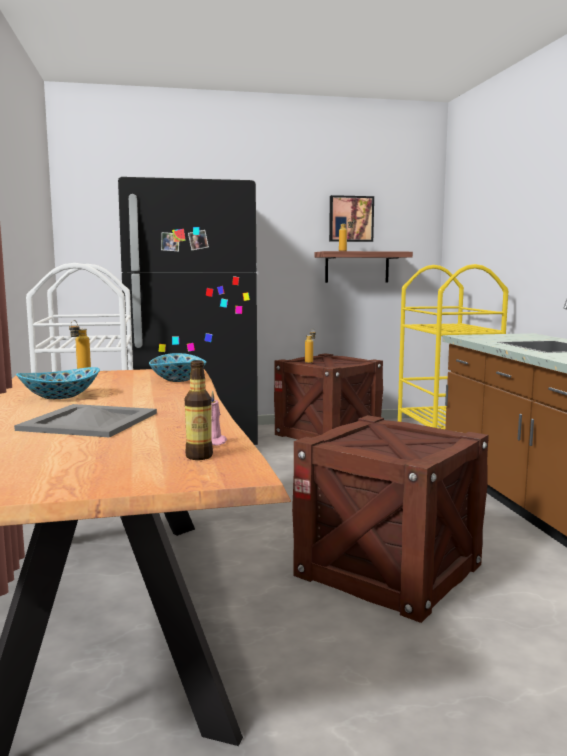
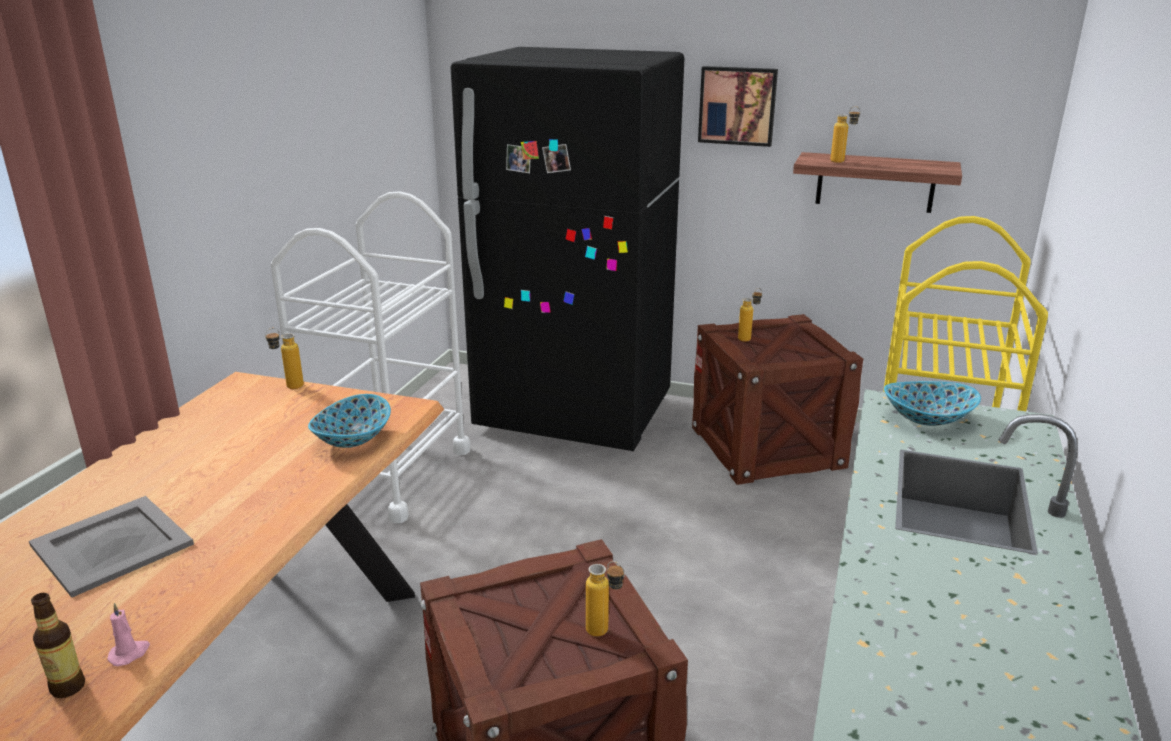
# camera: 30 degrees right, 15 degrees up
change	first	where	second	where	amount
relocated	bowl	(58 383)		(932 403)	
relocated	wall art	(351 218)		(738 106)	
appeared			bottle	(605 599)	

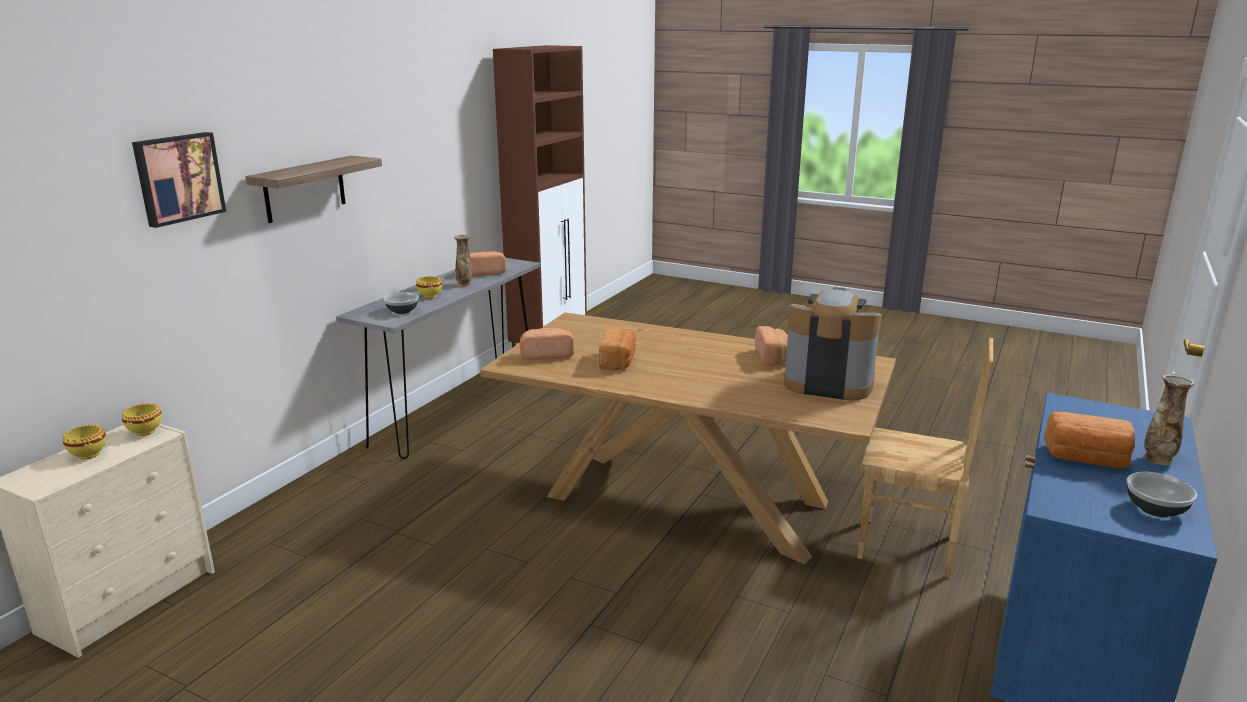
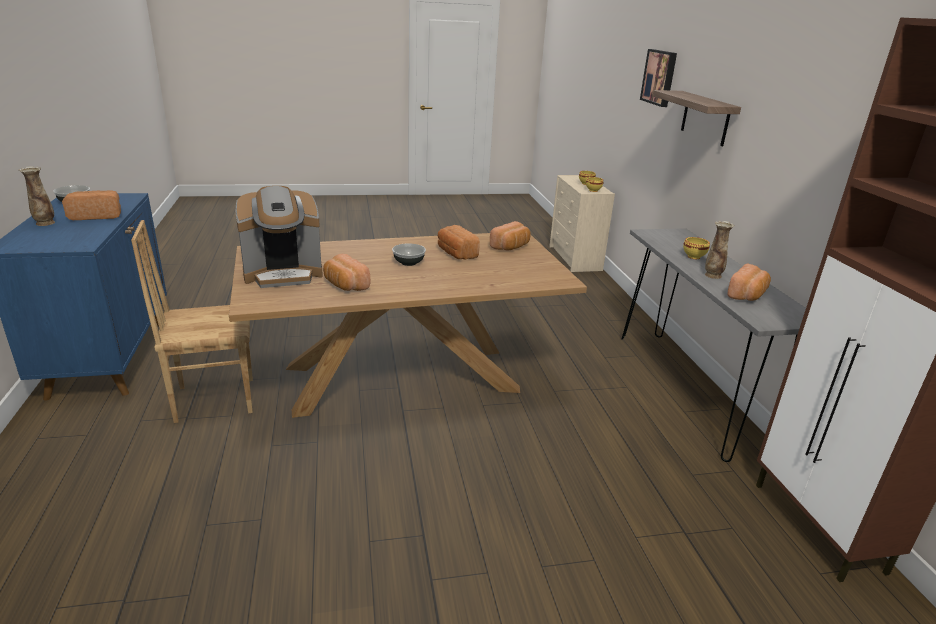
# camera: 140 degrees right, 5 degrees up
change	first	where	second	where	amount
relocated	bowl	(401 303)		(409 254)	

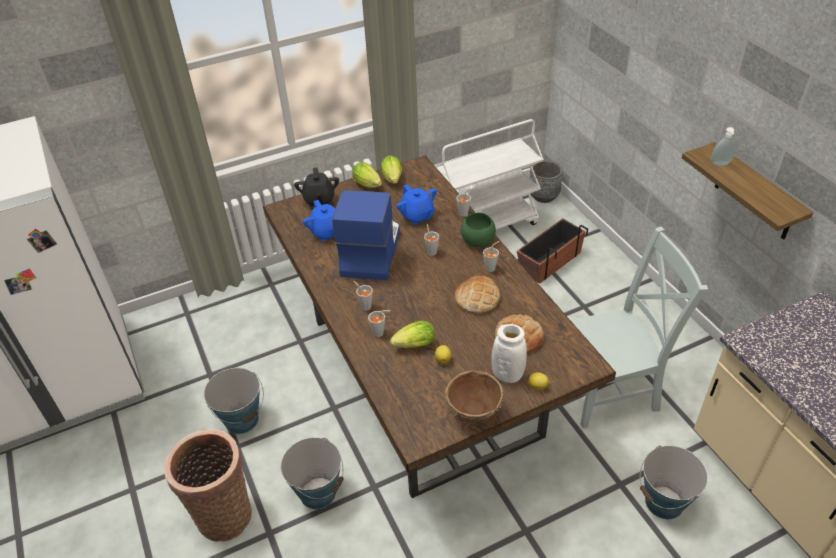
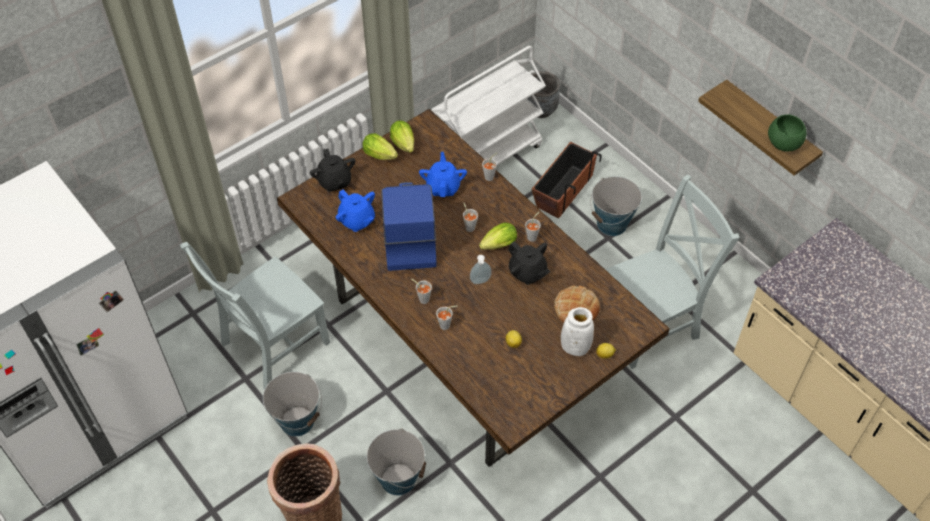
# camera: 15 degrees left, 10 degrees up
change	first	where	second	where	amount
relocated	lettuce head	(412 334)		(498 236)	
spun	blue-coloured pot for tea	(417 204)		(443 174)	135 degrees counterclockwise
missing	brown-coloured bowl	(474 396)			
exchanged	bakery bread	(477 294)	black pot for tea	(529 263)	
relocated	greenish bowl	(478 229)		(787 133)	
relocated	pail	(674 482)		(616 206)	
relocated	soap dispenser	(723 146)		(481 269)	
appeared			grey plain chair	(255 316)	

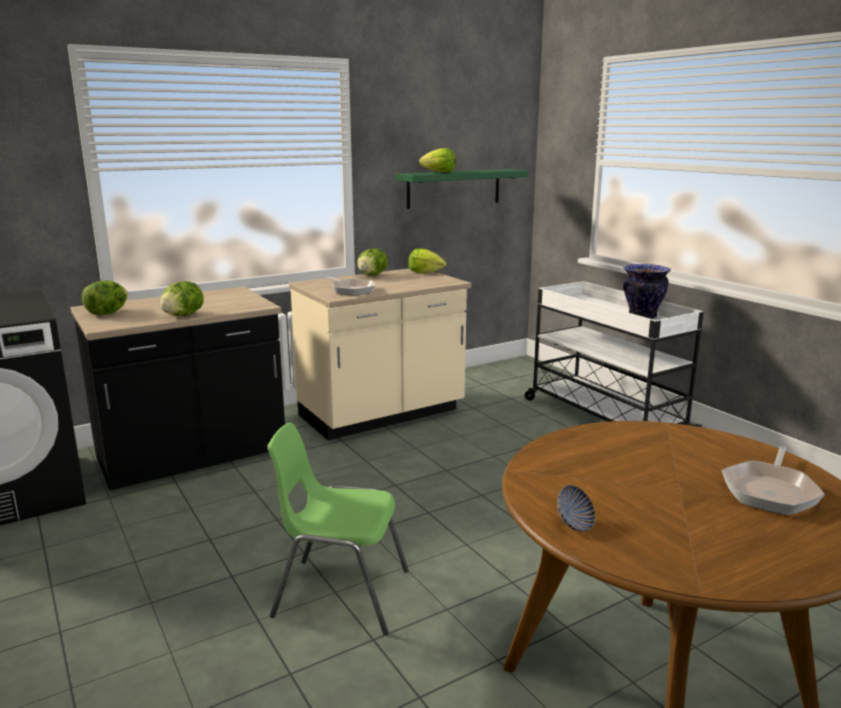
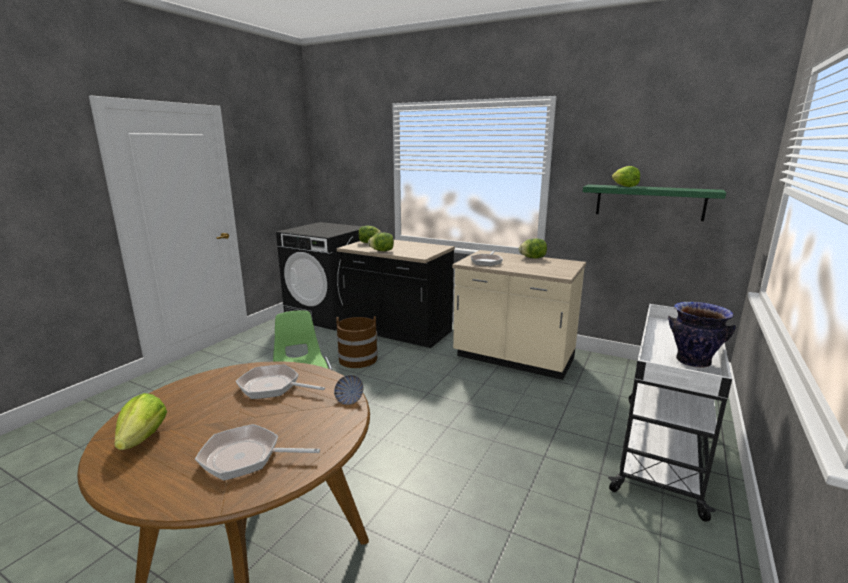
# camera: 60 degrees right, 0 degrees up
change	first	where	second	where	amount
relocated	lettuce head	(427 261)		(140 421)	
relocated	bowl	(576 508)		(348 390)	
appeared			pan	(280 381)	
appeared			brown-coloured pail	(357 342)	

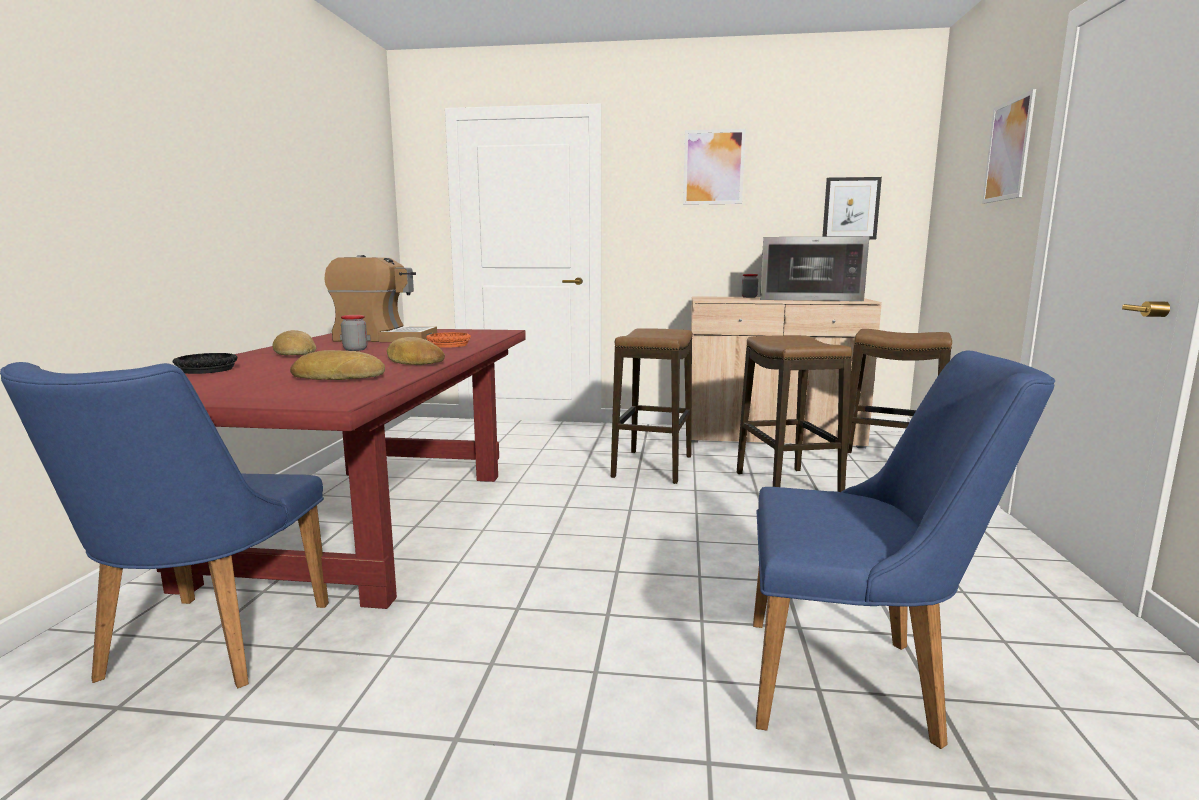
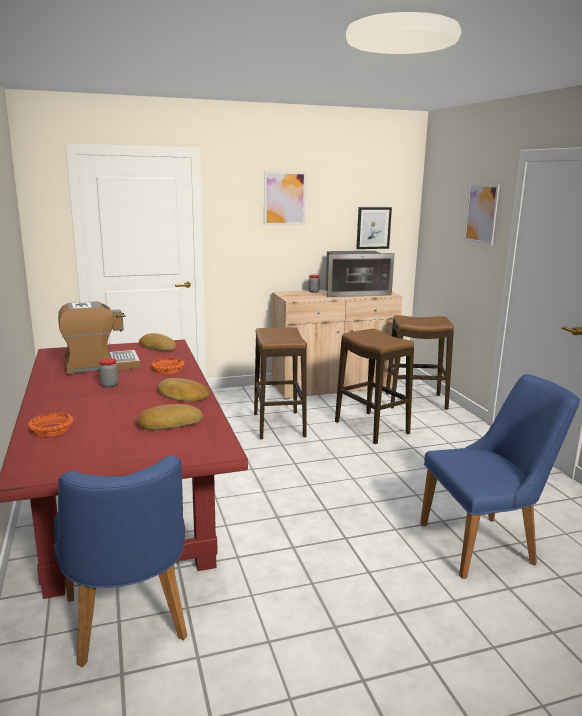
# camera: 25 degrees left, 5 degrees up
change	first	where	second	where	amount
colour	black bowl	(205 363)	orange-coloured bowl	(51 425)	
relocated	bakery bread	(294 342)		(157 342)	

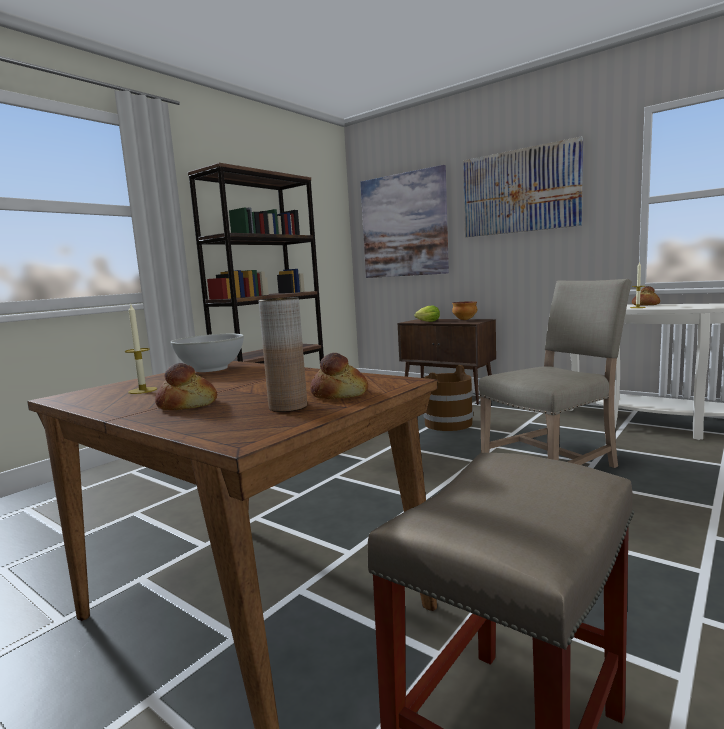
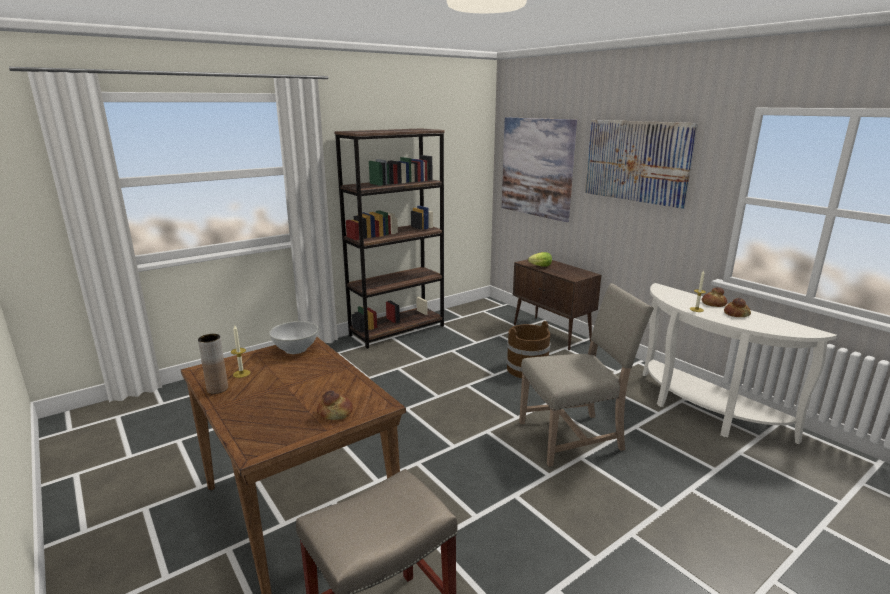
# camera: 15 degrees right, 10 degrees up
change	first	where	second	where	amount
relocated	bakery bread	(186 386)		(737 307)	
relocated	brown-coloured vase	(283 354)		(213 364)	
missing	bowl	(464 310)			

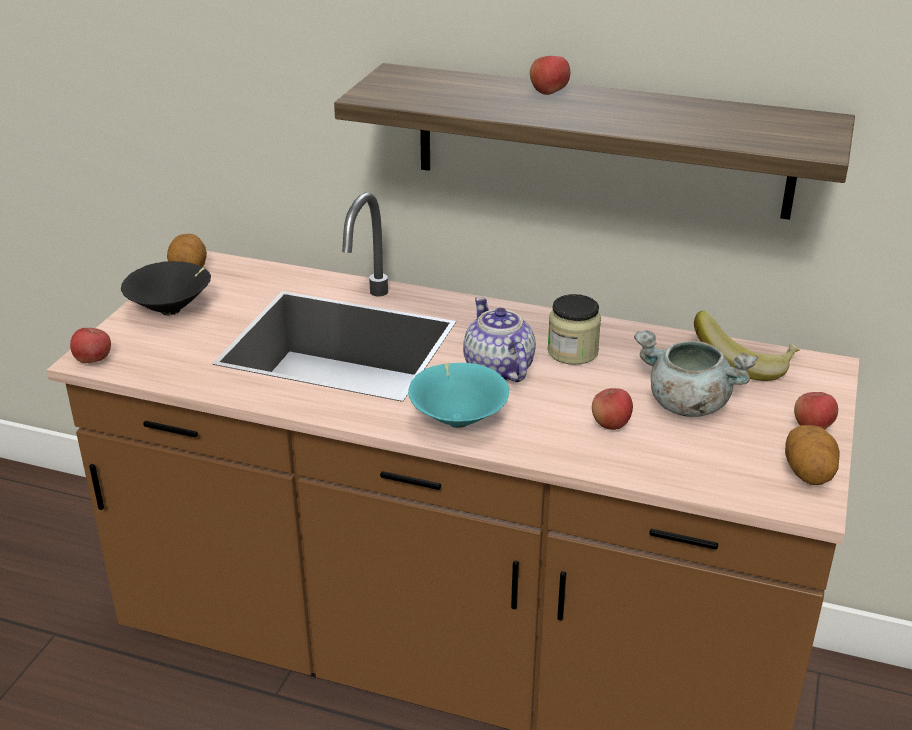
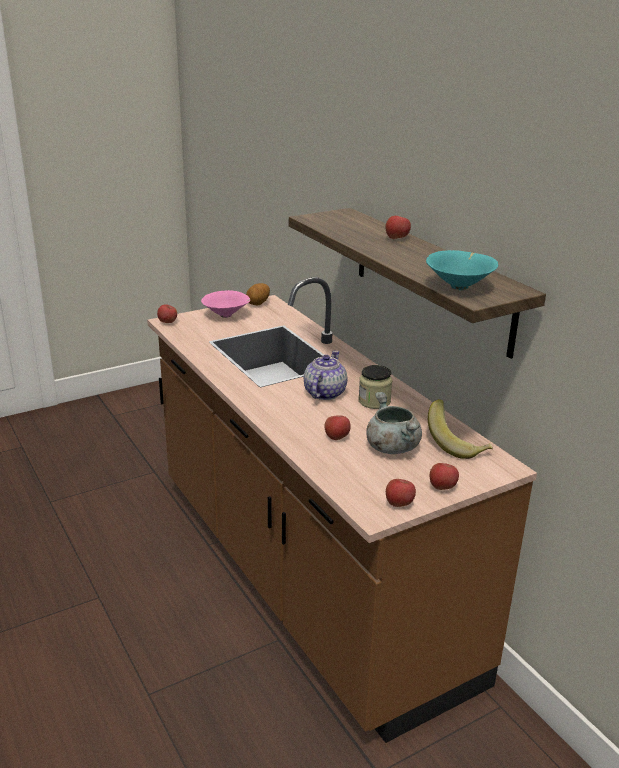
# camera: 40 degrees right, 5 degrees down
change	first	where	second	where	amount
colour	black bowl	(166 288)	pinkish bowl	(225 304)	
relocated	turquoise bowl	(458 395)		(462 270)	
exchanged	spud	(812 455)	whole apple	(401 493)	

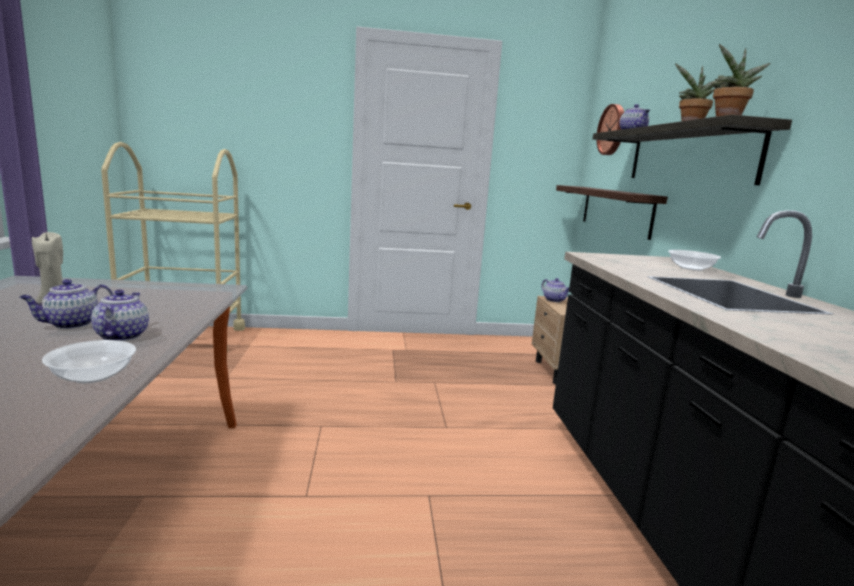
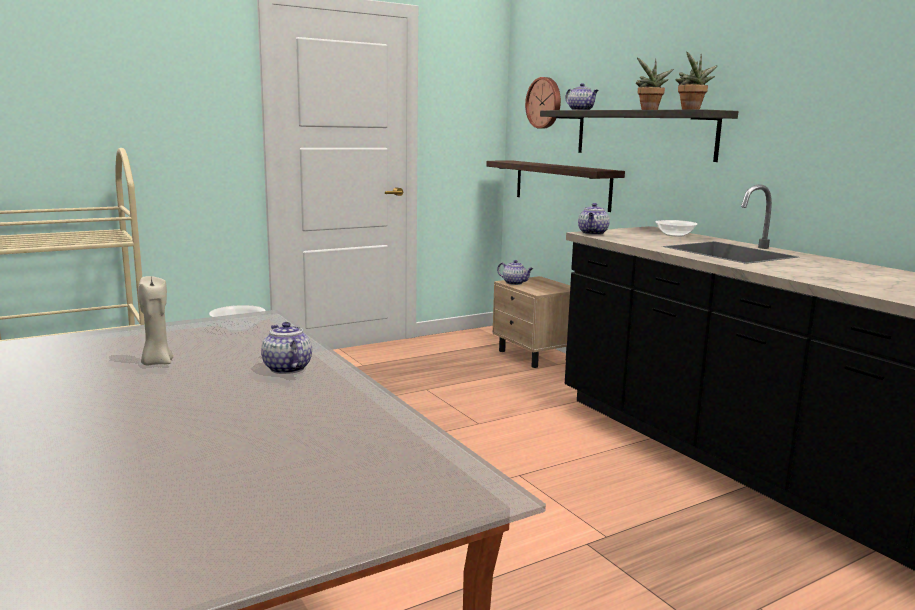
# camera: 25 degrees left, 0 degrees up
change	first	where	second	where	amount
relocated	pot for tea	(66 304)		(594 219)	
relocated	bowl	(89 361)		(237 318)	

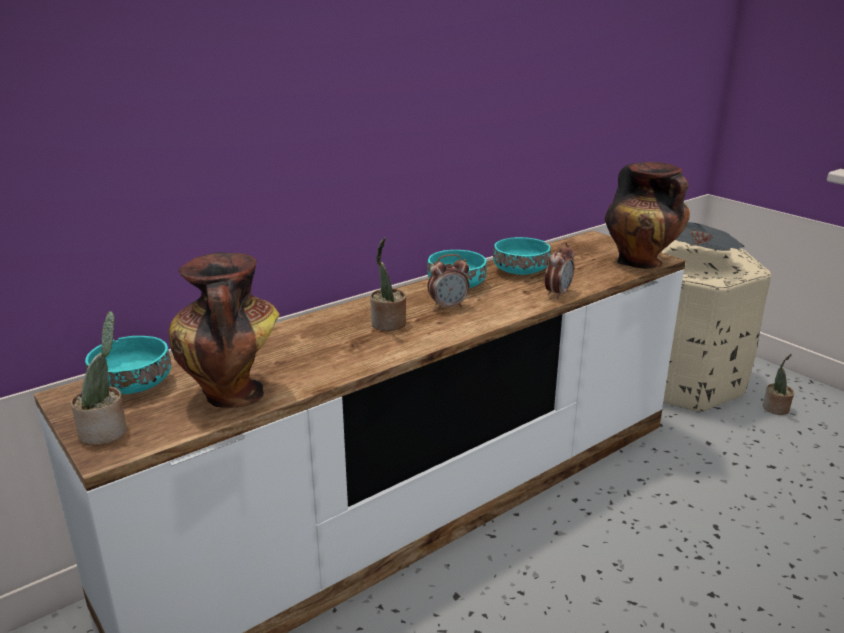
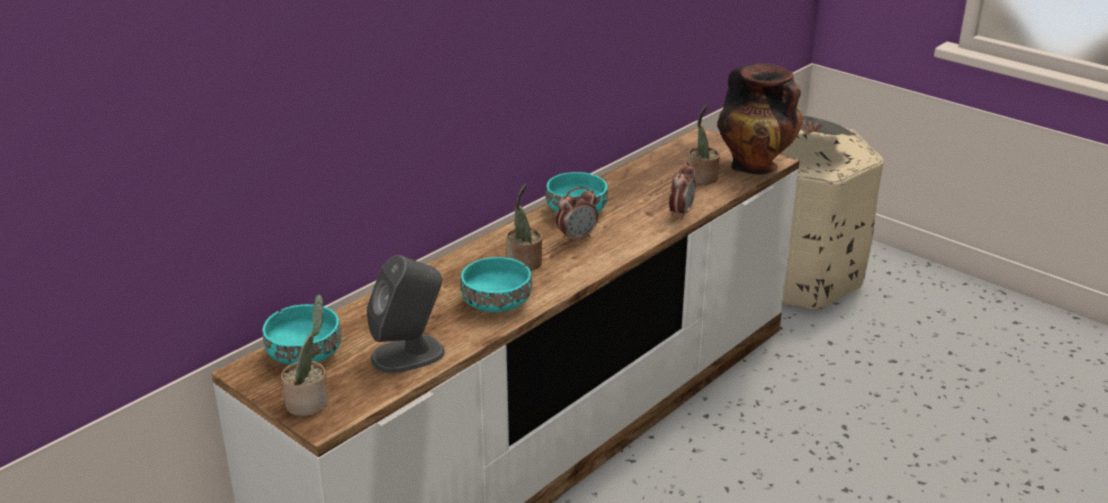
# camera: 10 degrees left, 5 degrees up
change	first	where	second	where	amount
exchanged	vase	(224 330)	grey loudspeaker	(406 314)	
relocated	turquoise bowl	(522 256)		(496 284)	
relocated	potted plant	(778 384)		(704 145)	

